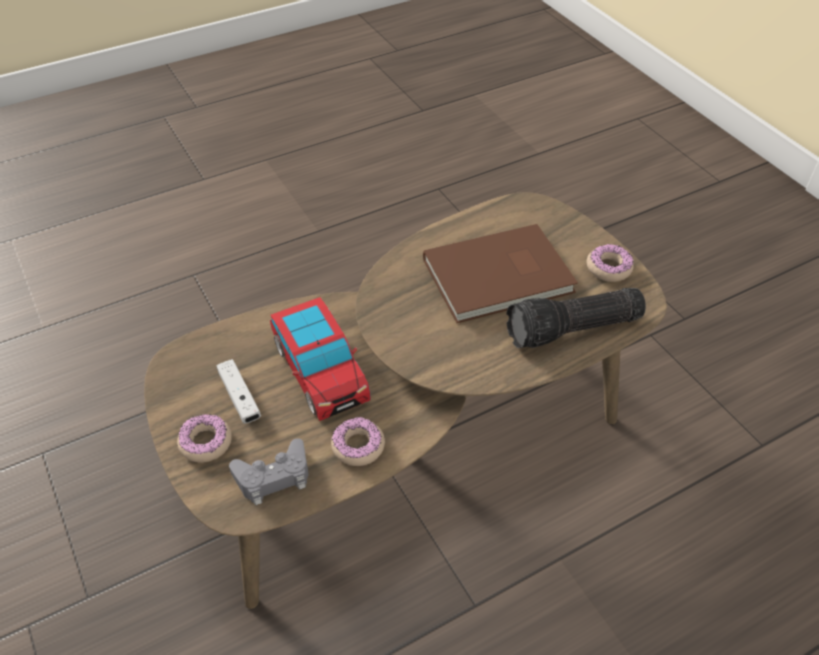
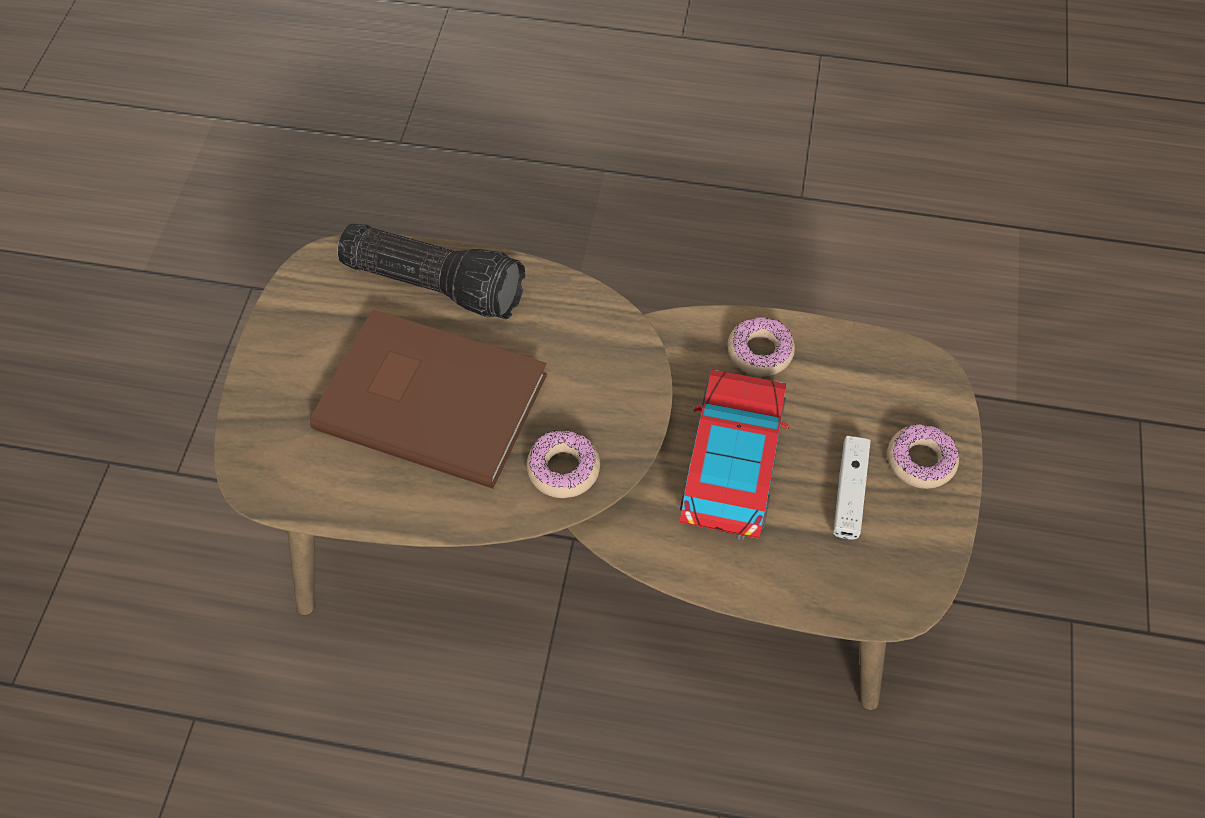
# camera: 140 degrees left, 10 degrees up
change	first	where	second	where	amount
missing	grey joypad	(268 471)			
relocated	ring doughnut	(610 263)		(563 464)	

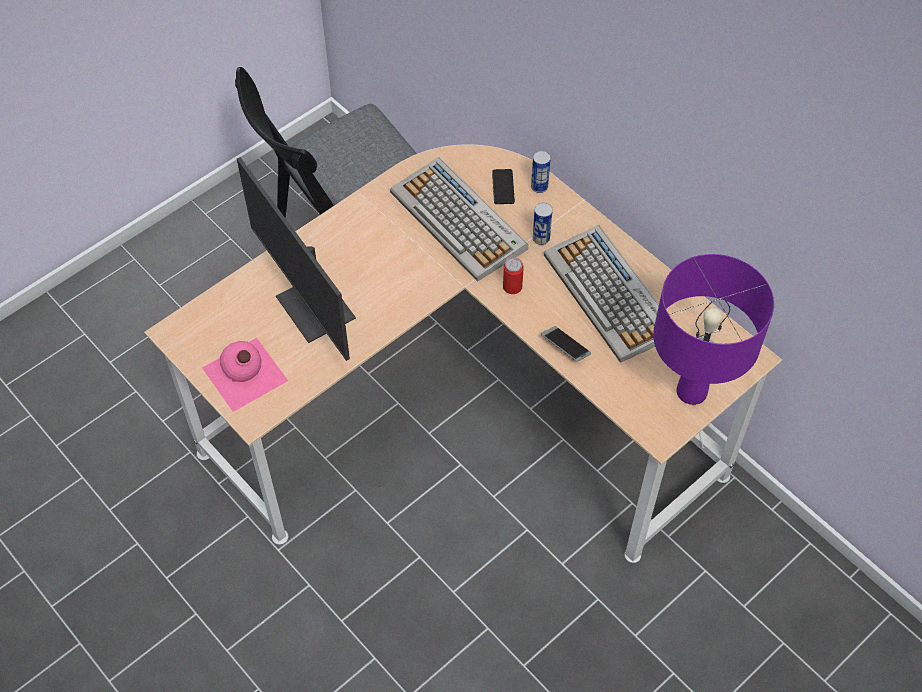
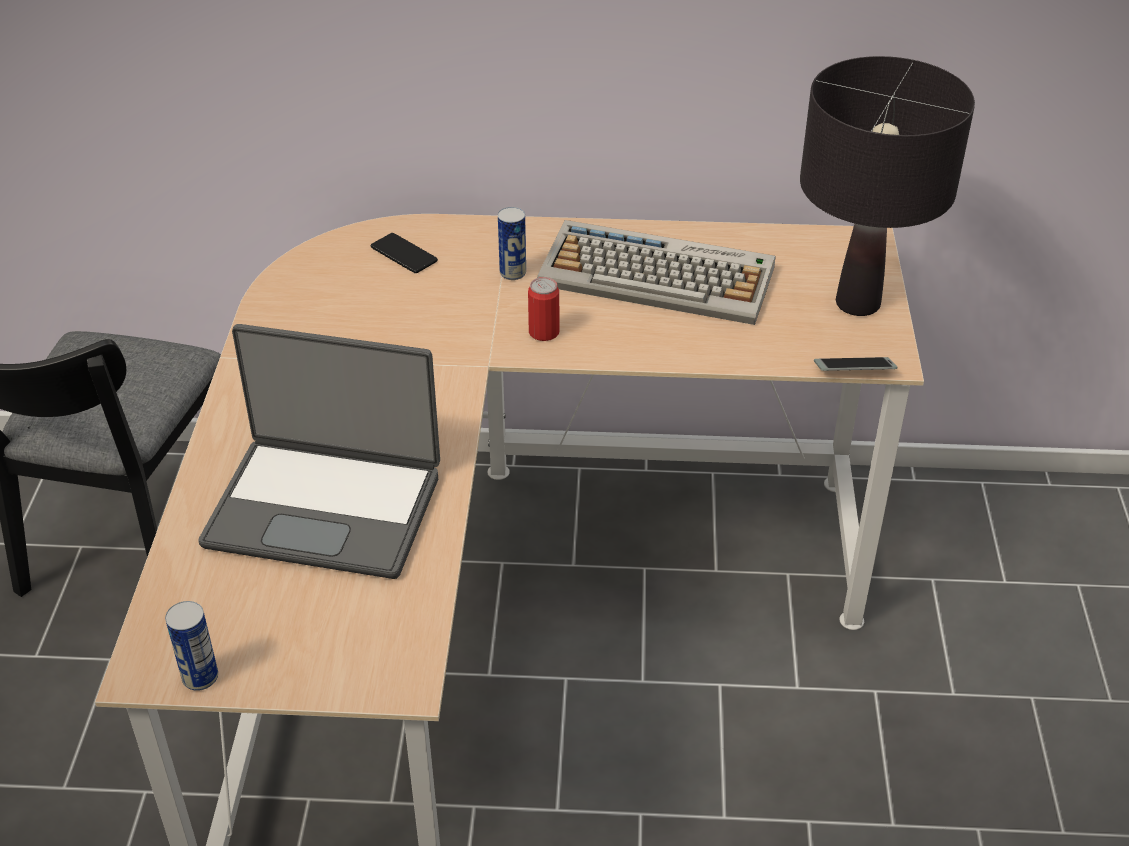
# camera: 45 degrees left, 15 degrees down
change	first	where	second	where	amount
missing	pinkish bottle	(245 375)			
exchanged	computer display	(296 259)	portable computer	(319 451)	
missing	PC keyboard	(459 219)			
relocated	sealed can	(541 172)		(191 646)	
relocated	handset	(566 344)		(855 364)	
colour	purplish lamp for a table	(713 329)	black lamp for a table	(887 186)	

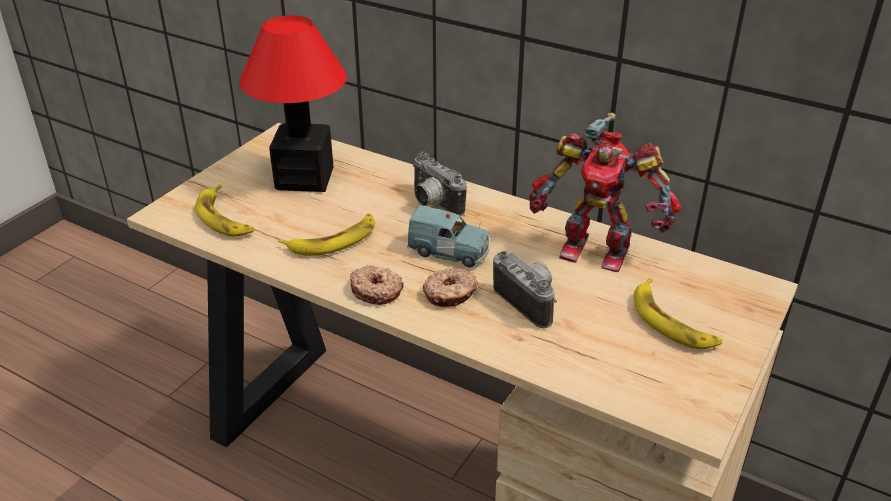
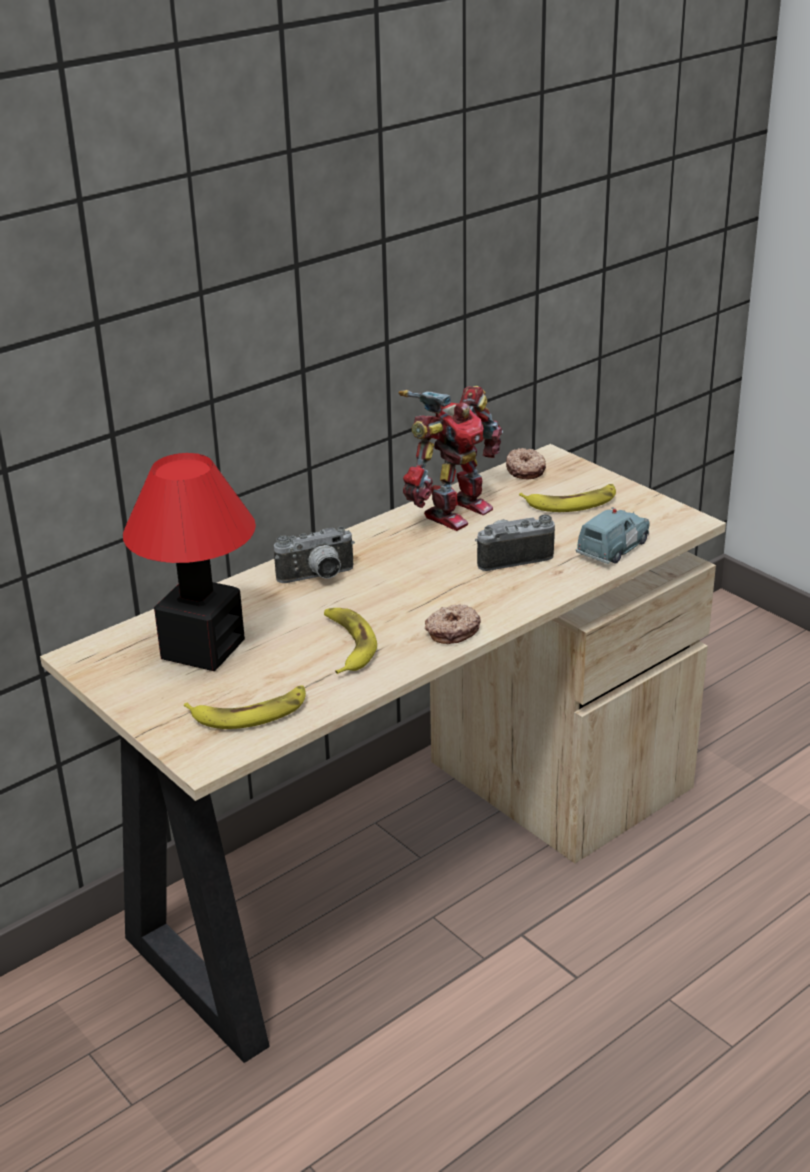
# camera: 70 degrees left, 5 degrees down
change	first	where	second	where	amount
relocated	blue-coloured model car	(448 237)		(613 535)	
relocated	ring doughnut	(450 287)		(526 464)	

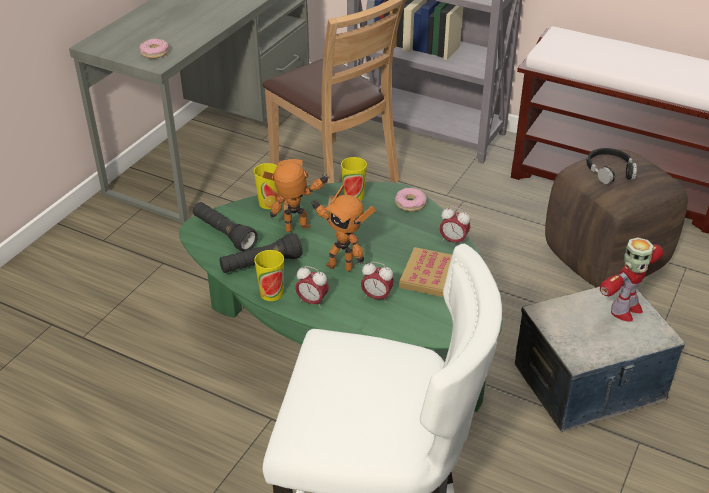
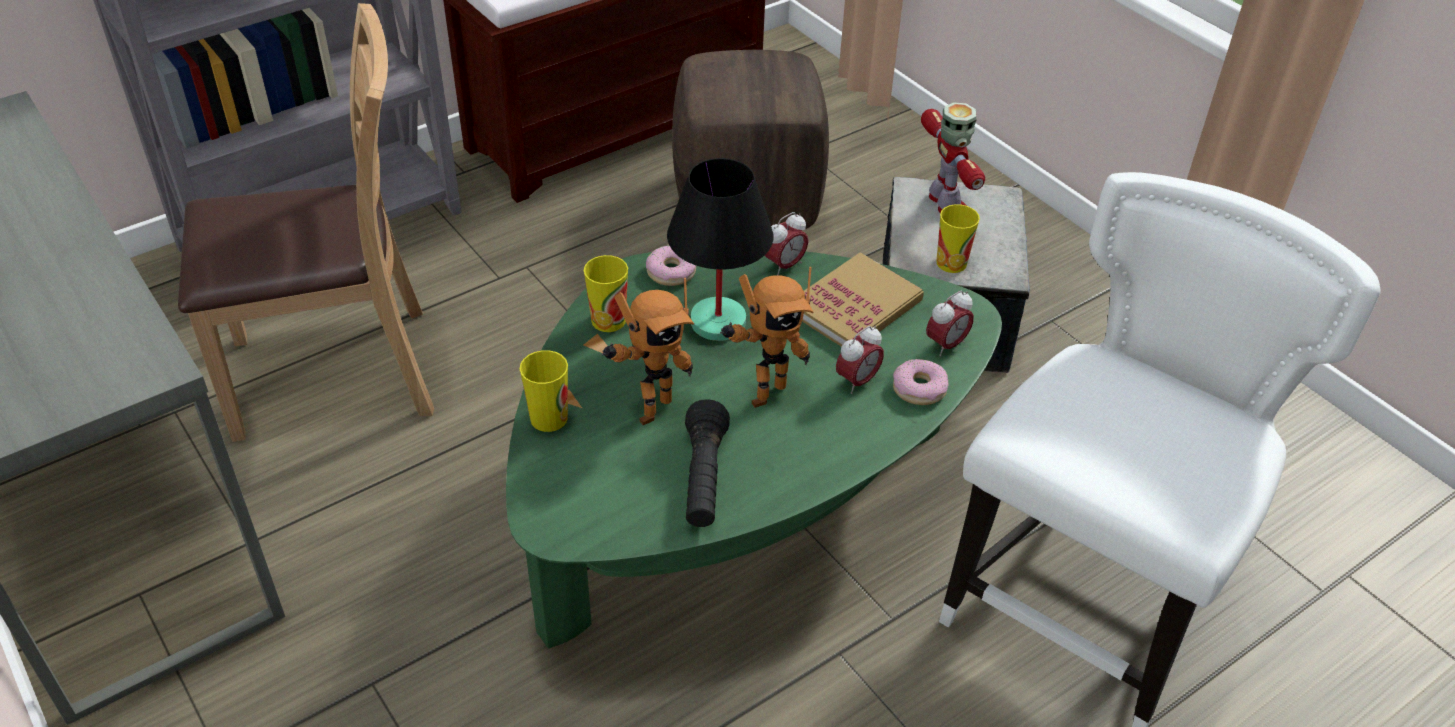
# camera: 65 degrees left, 5 degrees up
change	first	where	second	where	amount
relocated	ring doughnut	(154 49)		(920 382)	
missing	black flashlight	(225 226)			
relocated	cup	(269 275)		(958 238)	
spun	toy robot	(296 195)		(648 351)	150 degrees counterclockwise
relocated	table clock	(312 287)		(950 323)	
missing	black headset	(611 166)			
appeared			black lamp for a table	(720 249)	

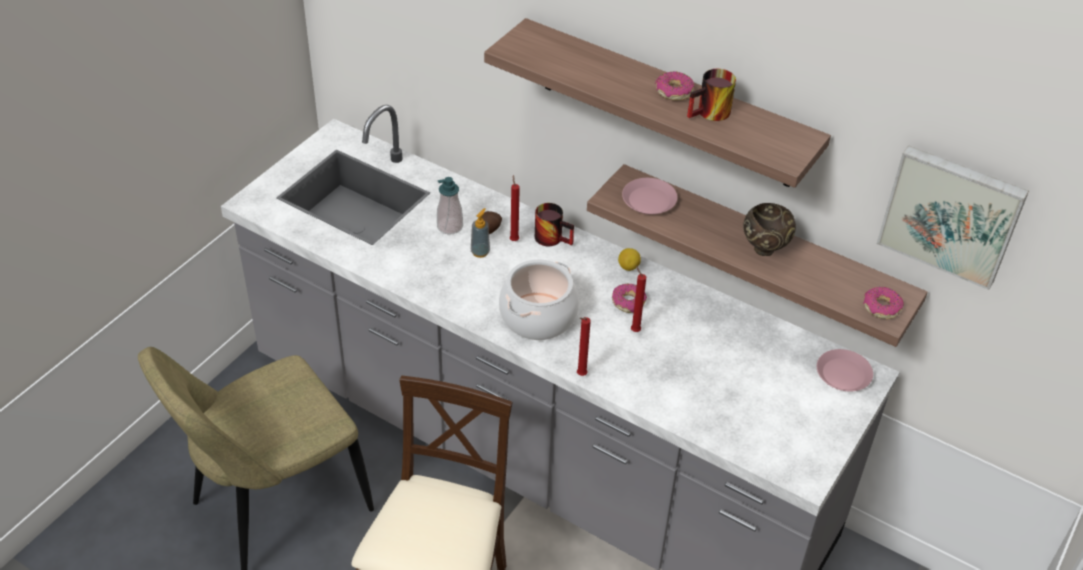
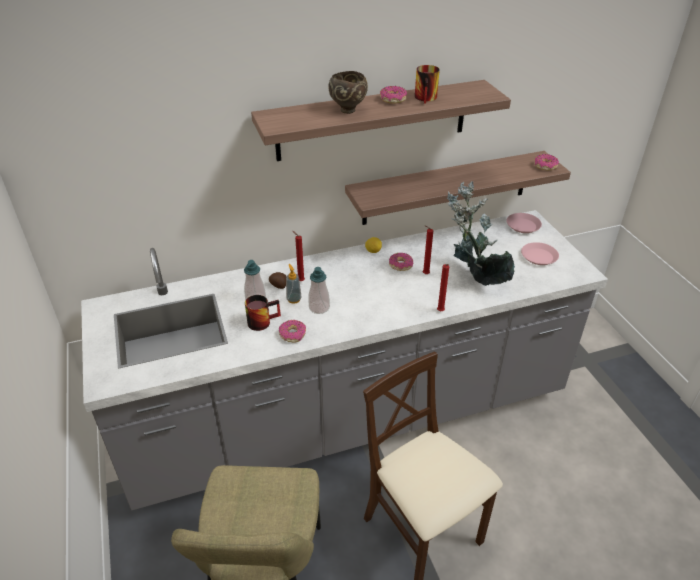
# camera: 50 degrees left, 5 degrees down
change	first	where	second	where	amount
missing	stockpot	(539 299)			
relocated	tea mug	(554 224)		(263 313)	
relocated	pinkish plate	(650 196)		(540 253)	
relocated	brown-coloured bowl	(769 229)		(348 92)	
missing	wall art	(953 217)			
appeared			ring doughnut	(292 331)	
appeared			soap dispenser	(319 290)	
appeared			potted plant	(481 233)	

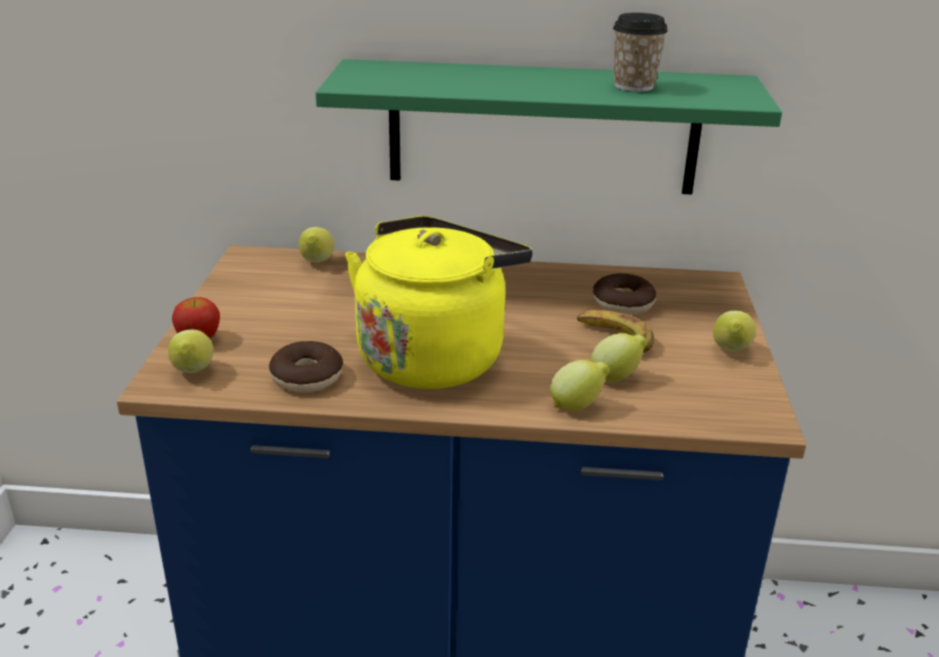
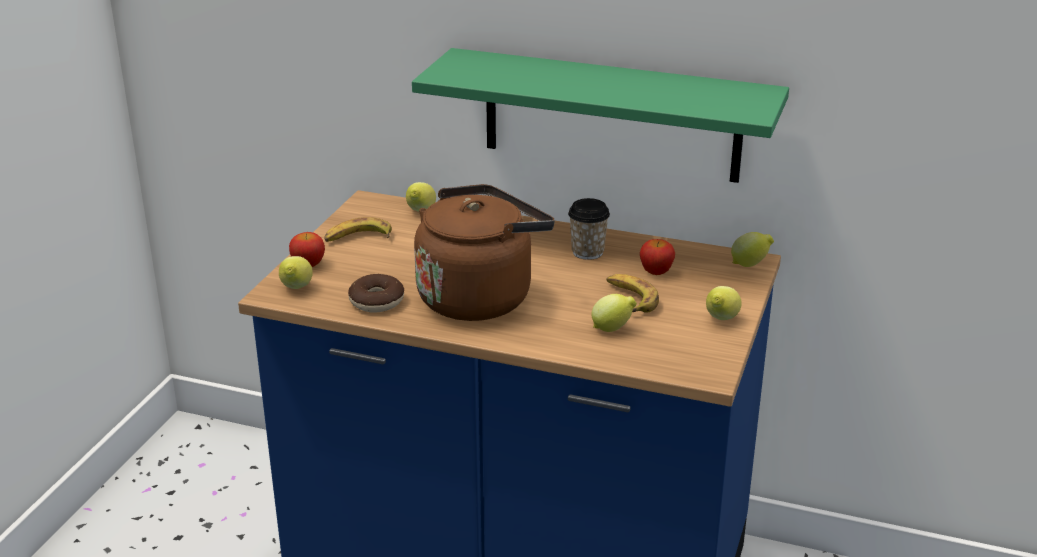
# camera: 15 degrees right, 0 degrees up
change	first	where	second	where	amount
colour	yellow tea kettle	(439 302)	brown-coloured tea kettle	(484 252)	
relocated	citrus fruit	(580 385)		(752 249)	
exchanged	ring doughnut	(624 294)	whole apple	(657 257)	
relocated	cup	(640 52)		(589 229)	
appeared			banana fruit	(358 229)	

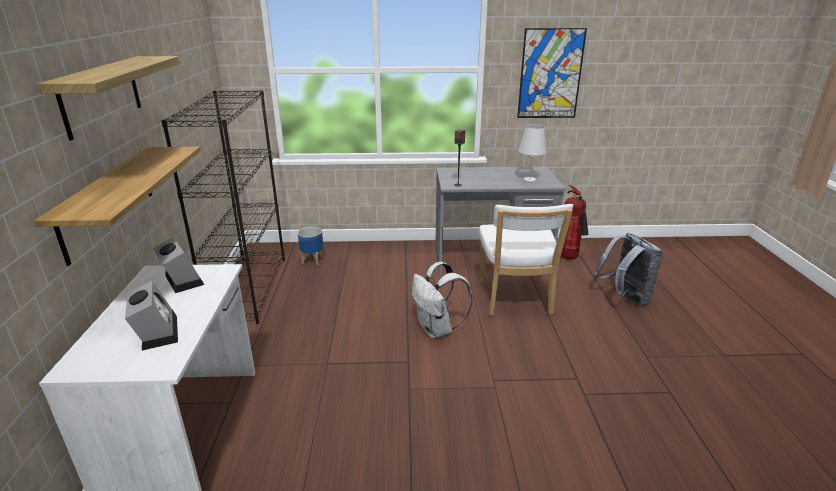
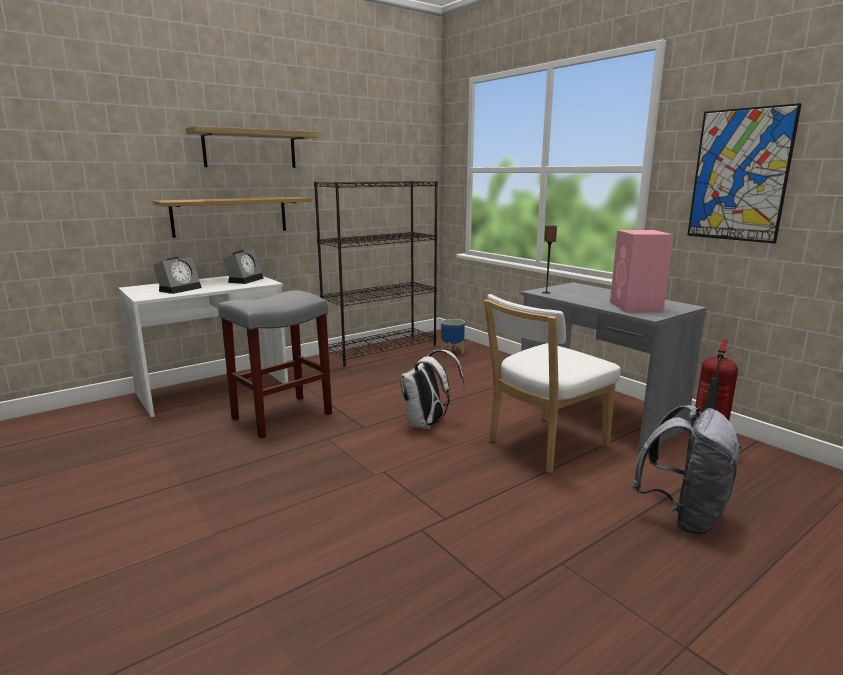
# camera: 55 degrees right, 10 degrees down
change	first	where	second	where	amount
exchanged	whitish lamp for a table	(533 153)	pinkish loudspeaker	(642 271)	
appeared			grey stool seat	(275 364)	

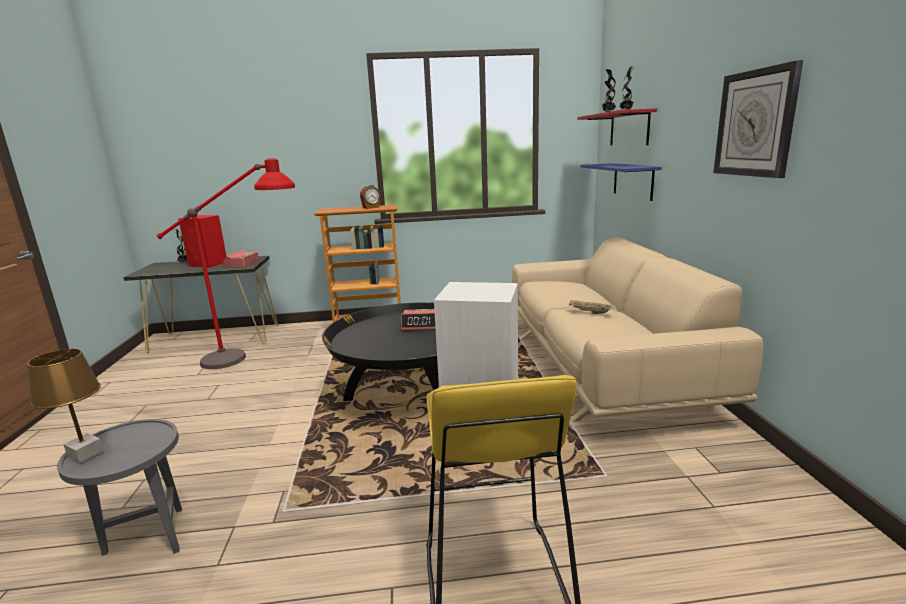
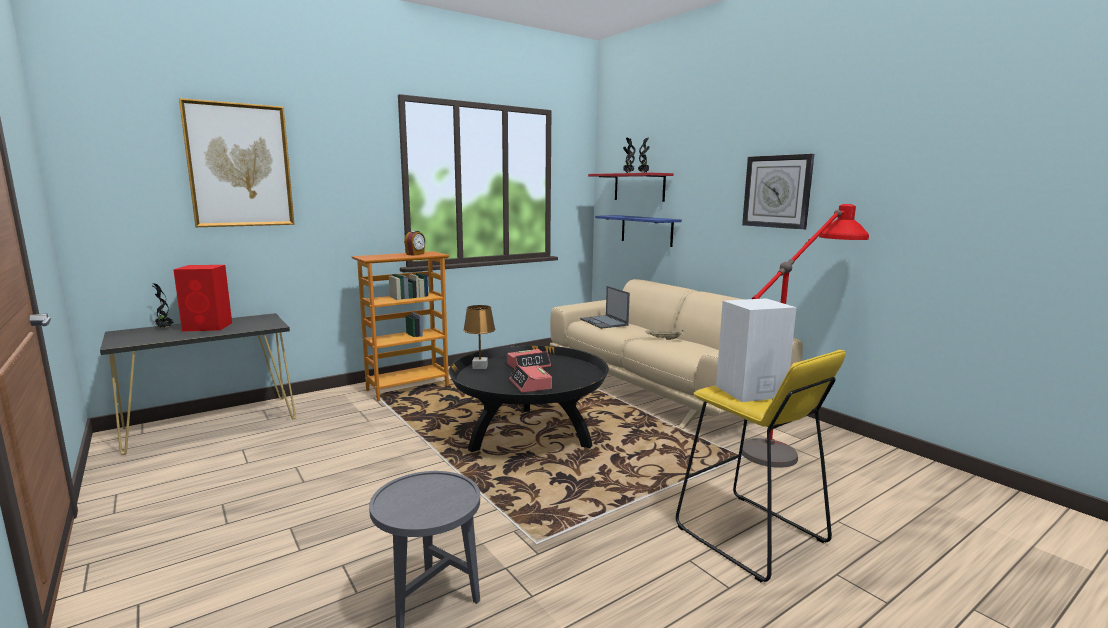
# camera: 30 degrees left, 5 degrees down
change	first	where	second	where	amount
relocated	brown-coloured lamp for a table	(65 406)		(479 337)	
relocated	reddish floor lamp	(226 263)		(805 336)	
relocated	table clock	(240 258)		(530 379)	
appeared			wall art	(237 162)	
appeared			portable computer	(605 307)	

